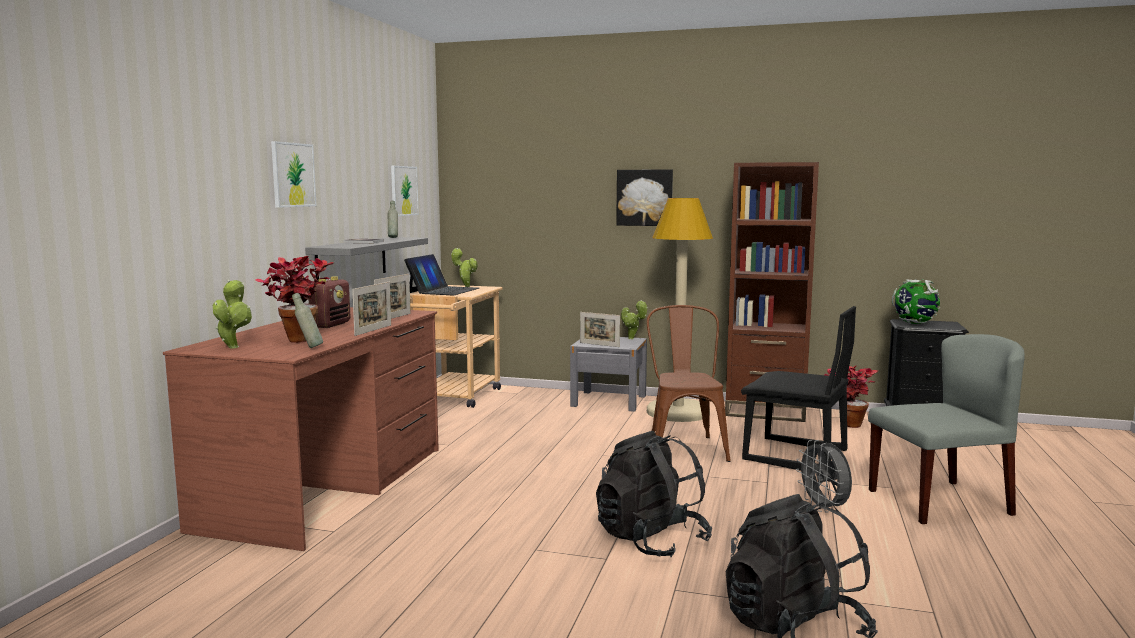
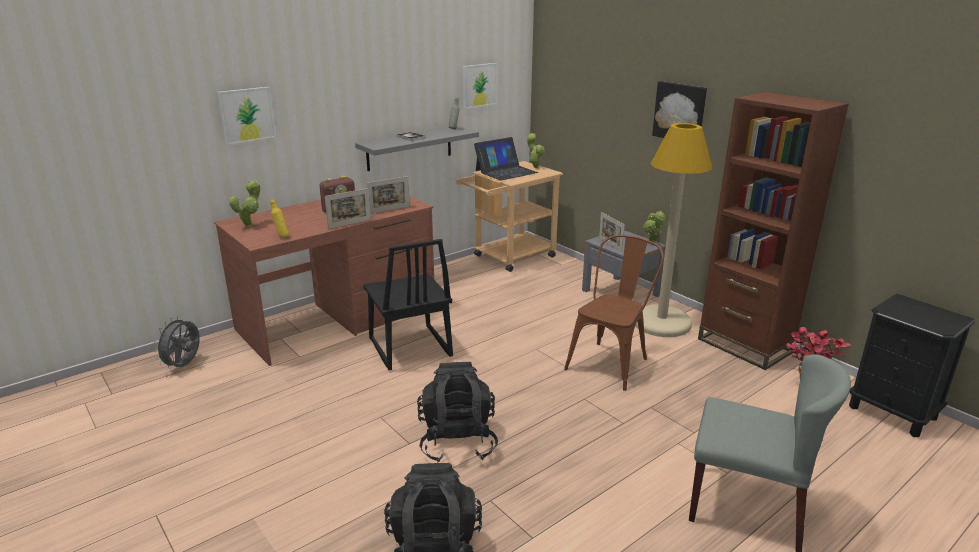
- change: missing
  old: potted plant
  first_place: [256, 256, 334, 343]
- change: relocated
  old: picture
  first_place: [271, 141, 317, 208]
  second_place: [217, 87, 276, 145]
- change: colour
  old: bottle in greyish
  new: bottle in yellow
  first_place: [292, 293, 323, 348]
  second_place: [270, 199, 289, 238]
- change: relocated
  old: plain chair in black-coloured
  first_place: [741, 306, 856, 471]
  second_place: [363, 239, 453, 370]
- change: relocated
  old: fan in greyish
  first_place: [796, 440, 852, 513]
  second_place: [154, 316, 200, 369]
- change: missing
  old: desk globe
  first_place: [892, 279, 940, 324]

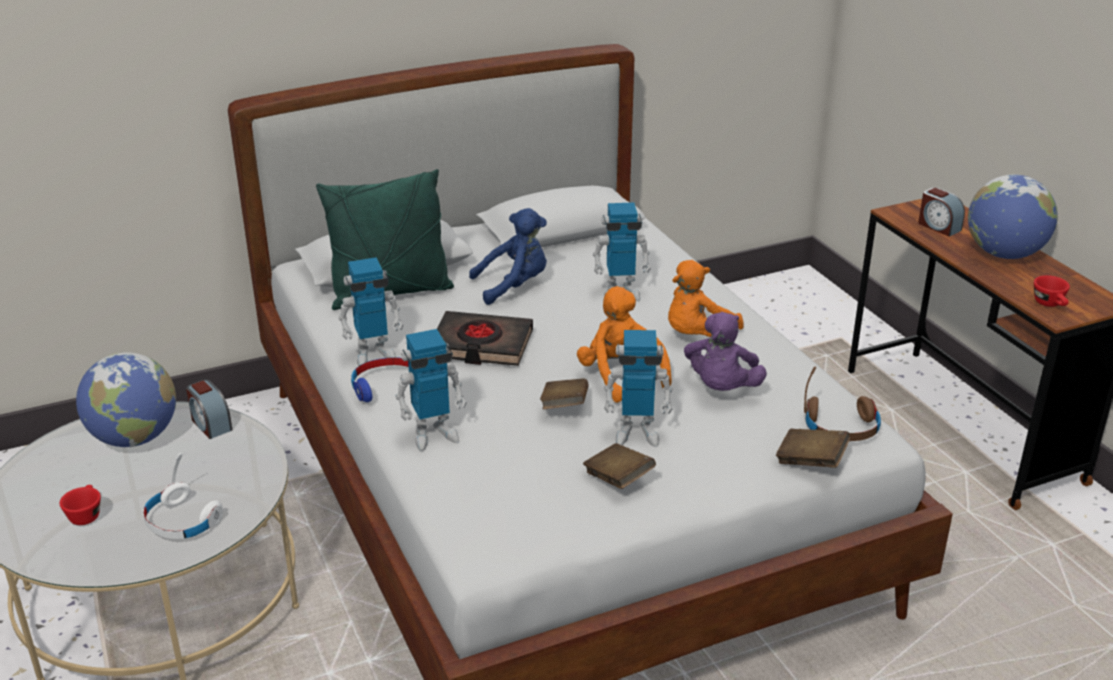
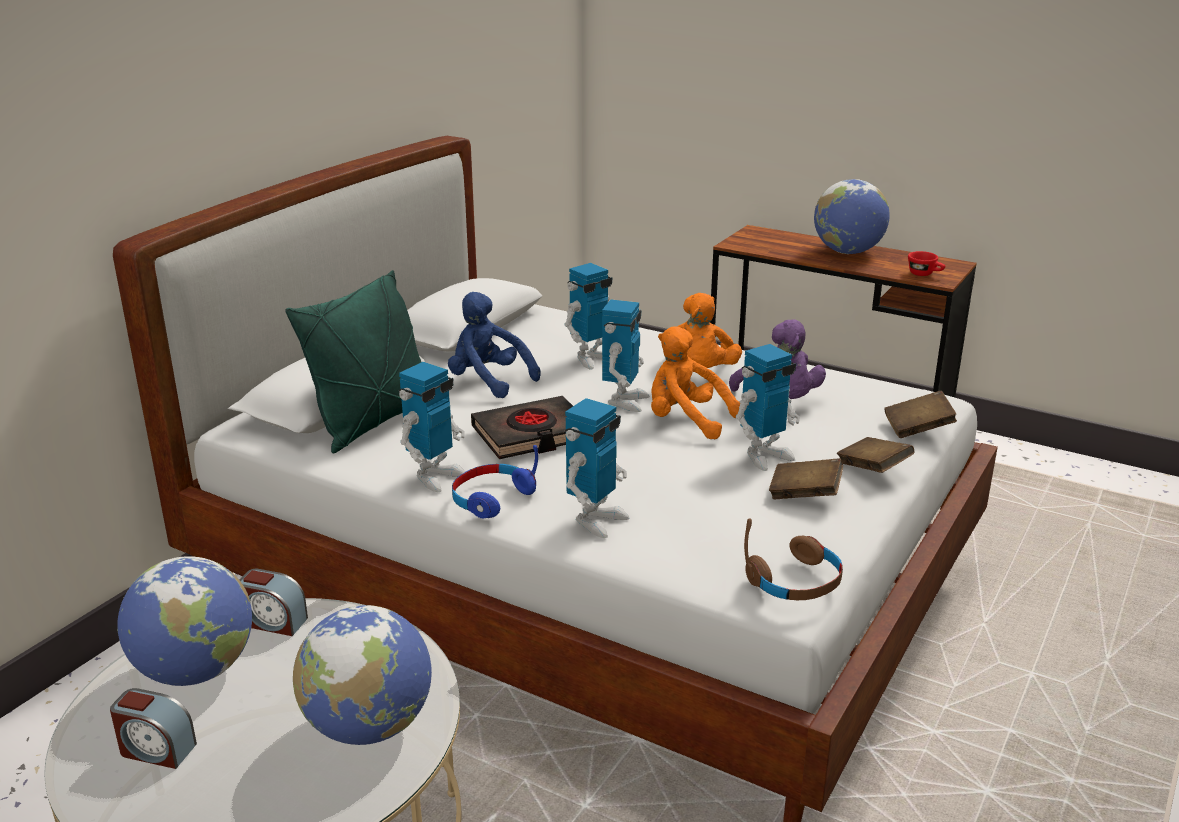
- change: missing
  old: small cup in red-coloured
  first_place: [60, 485, 101, 525]
- change: exchanged
  old: headset in white
  new: desk globe
  first_place: [143, 453, 223, 539]
  second_place: [293, 605, 432, 745]
- change: spun
  old: plush toy in blue-coloured
  first_place: [469, 208, 547, 305]
  second_place: [448, 292, 541, 398]
  degrees: -90
- change: relocated
  old: volume in brown-coloured
  first_place: [540, 378, 589, 409]
  second_place: [837, 437, 915, 473]
- change: relocated
  old: headset in brown-coloured
  first_place: [804, 367, 881, 441]
  second_place: [744, 519, 843, 600]
- change: relocated
  old: table clock
  first_place: [918, 188, 965, 236]
  second_place: [110, 688, 197, 769]
- change: appeared
  new: toy robot
  second_place: [602, 299, 650, 412]

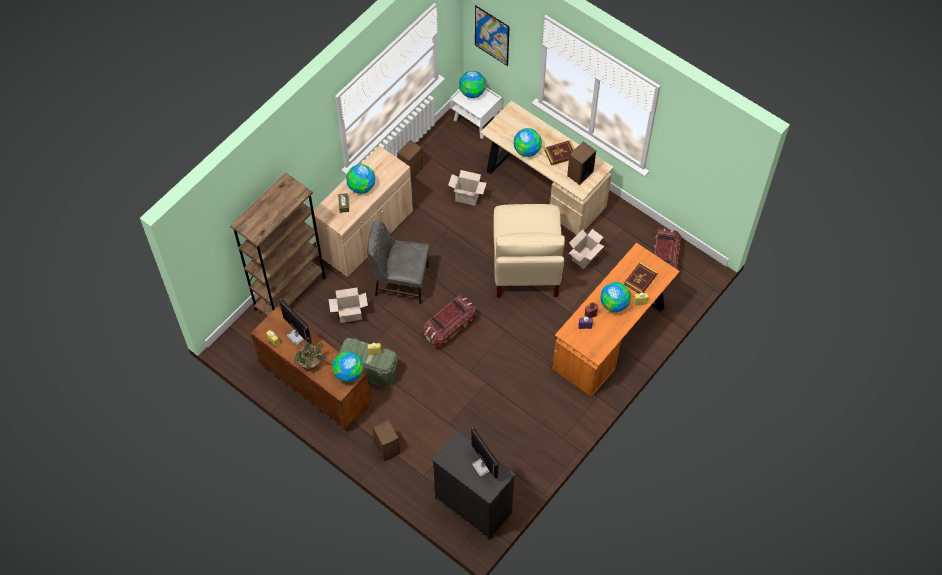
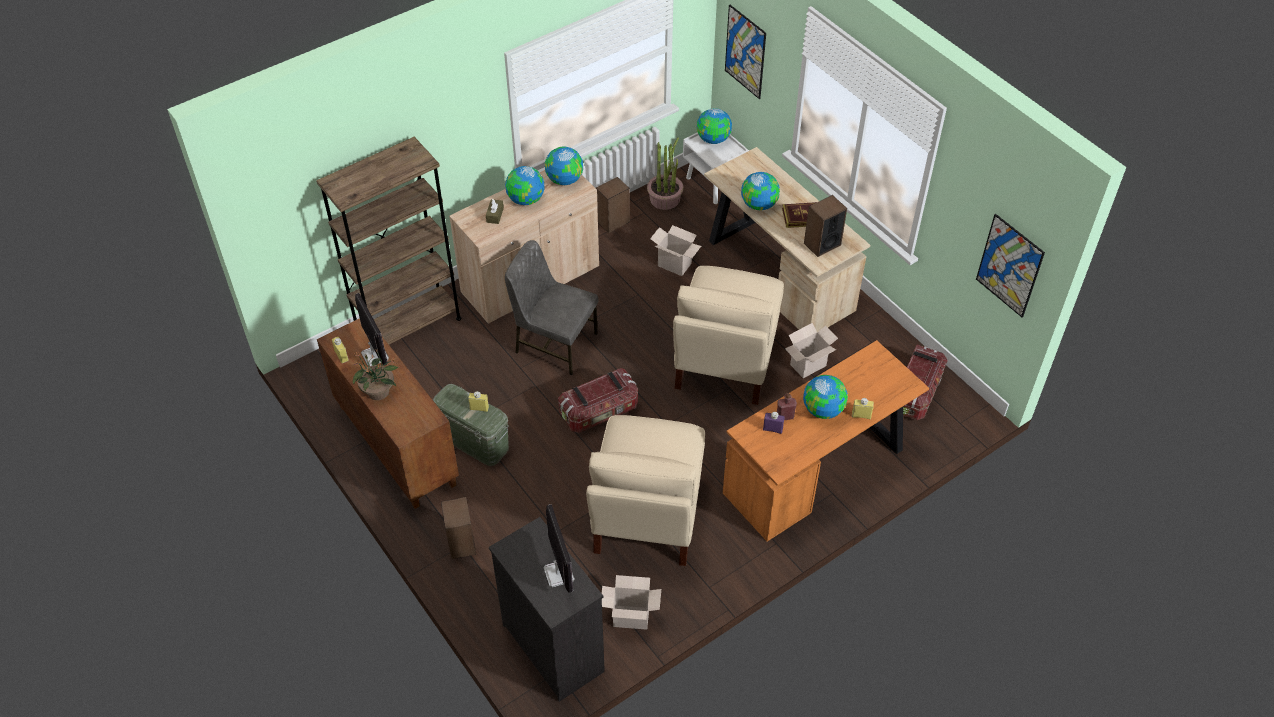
- change: relocated
  old: packing box
  first_place: [329, 288, 368, 323]
  second_place: [602, 575, 661, 630]
- change: relocated
  old: desk globe
  first_place: [332, 351, 363, 382]
  second_place: [545, 147, 583, 185]
- change: missing
  old: volume
  first_place: [624, 262, 658, 294]
- change: appeared
  new: plain chair in sand-coloured
  second_place: [586, 415, 705, 566]
- change: appeared
  new: potted plant
  second_place: [647, 137, 684, 210]
- change: appeared
  new: picture
  second_place: [976, 214, 1045, 317]

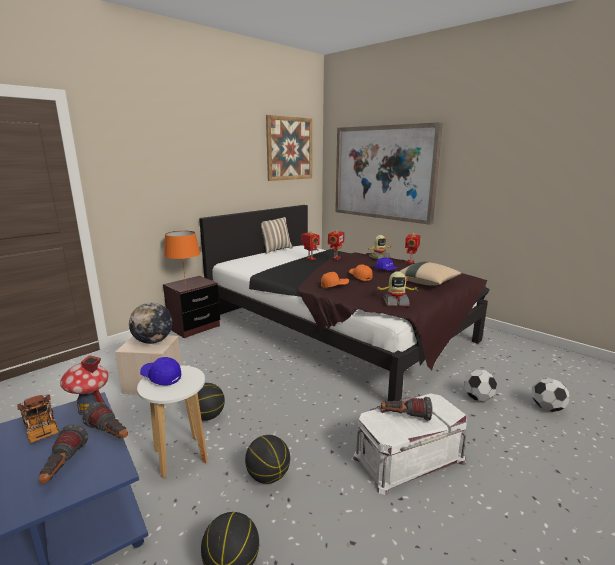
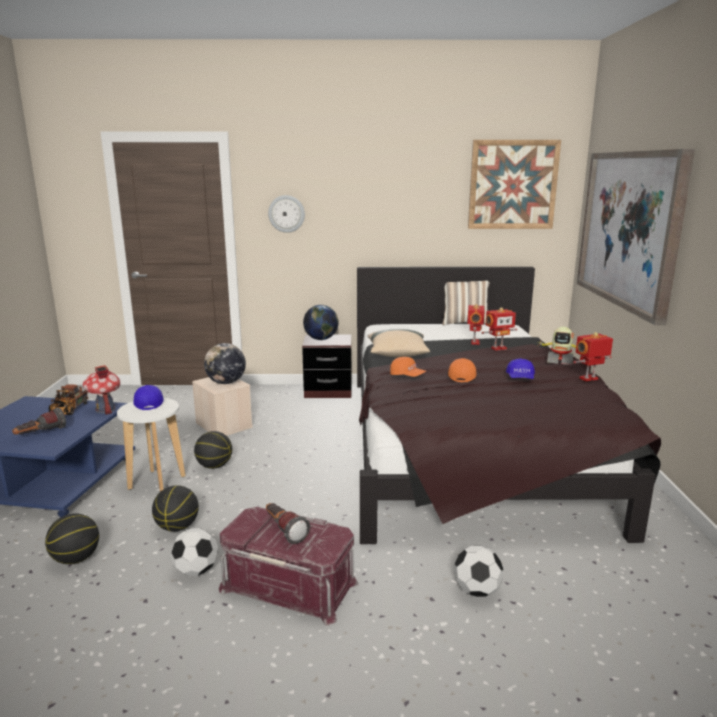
- change: missing
  old: torch
  first_place: [83, 402, 128, 438]
- change: exchanged
  old: lamp for a table in orange-coloured
  new: desk globe
  first_place: [164, 231, 200, 285]
  second_place: [303, 305, 338, 340]
- change: colour
  old: storage bin in white
  new: storage bin in red-coloured
  first_place: [353, 393, 467, 495]
  second_place: [219, 507, 359, 625]
- change: missing
  old: toy robot
  first_place: [375, 271, 418, 306]
- change: relocated
  old: cushion in sand-coloured
  first_place: [399, 262, 462, 286]
  second_place: [368, 329, 430, 357]
- change: relocated
  old: football ball
  first_place: [532, 378, 570, 412]
  second_place: [170, 528, 218, 576]
- change: appeared
  new: hanging clock
  second_place: [268, 195, 305, 233]

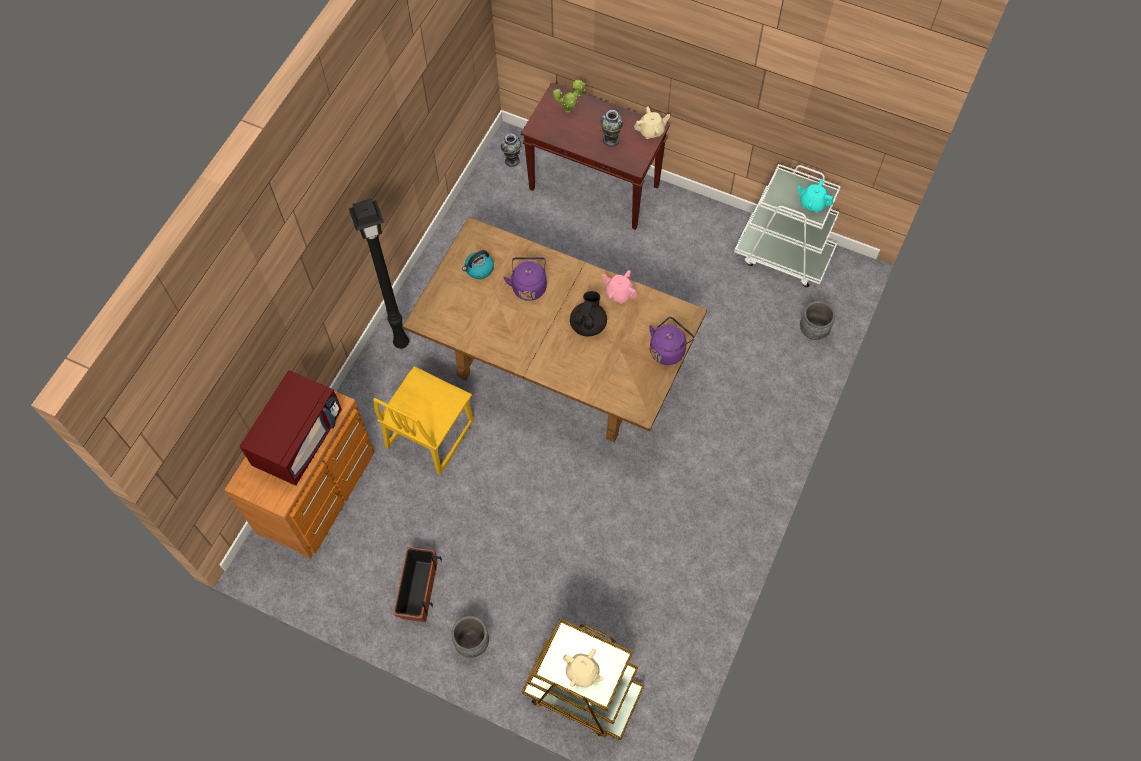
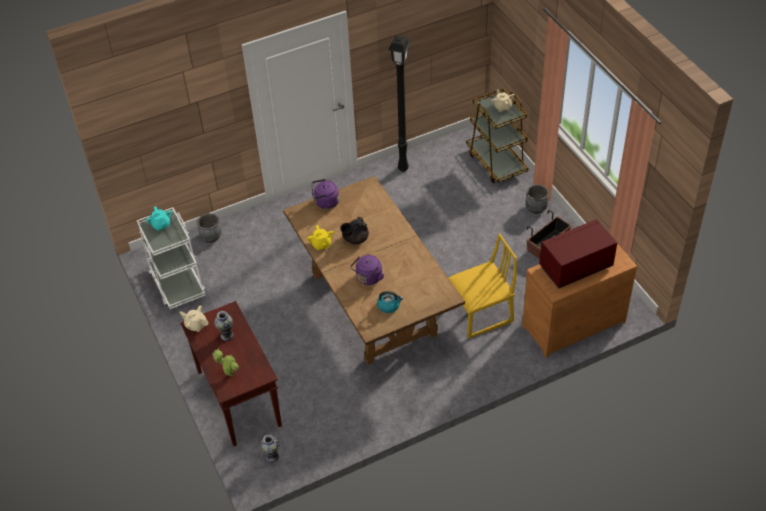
- change: relocated
  old: floor lamp in black-coloured
  first_place: [349, 198, 409, 349]
  second_place: [389, 36, 411, 172]
- change: colour
  old: pot for tea in pink-coloured
  new: pot for tea in yellow
  first_place: [602, 270, 637, 303]
  second_place: [307, 225, 334, 250]

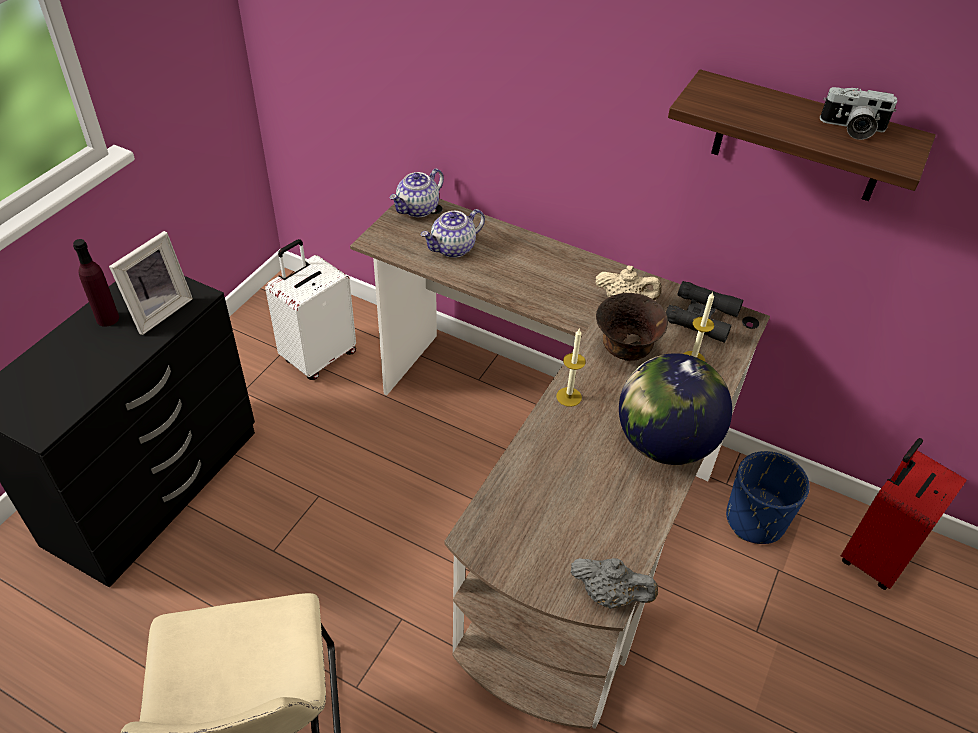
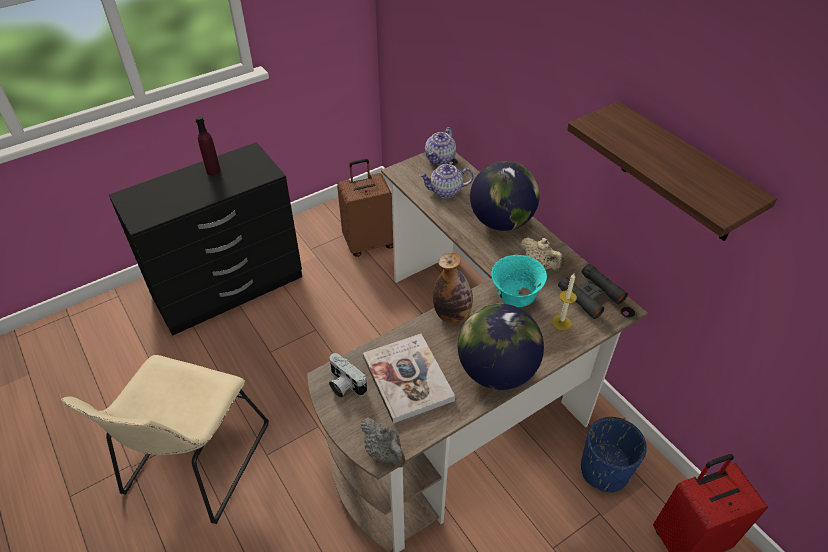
- change: missing
  old: picture frame
  first_place: [109, 231, 193, 335]
- change: colour
  old: piece of luggage in white
  new: piece of luggage in brown-coloured
  first_place: [265, 239, 356, 380]
  second_place: [337, 159, 393, 257]
- change: spun
  old: pot for tea
  first_place: [390, 168, 444, 217]
  second_place: [425, 127, 456, 165]
  degrees: -45
- change: exchanged
  old: candle
  new: bottle
  first_place: [556, 329, 586, 407]
  second_place: [433, 253, 473, 323]
- change: colour
  old: deep dish in brown-coloured
  new: deep dish in blue-green
  first_place: [596, 293, 668, 361]
  second_place: [492, 255, 547, 307]
- change: relocated
  old: still camera
  first_place: [820, 87, 897, 140]
  second_place: [329, 353, 367, 398]
- change: appeared
  new: volume
  second_place: [363, 334, 455, 423]
- change: appeared
  new: desk globe
  second_place: [470, 161, 540, 231]

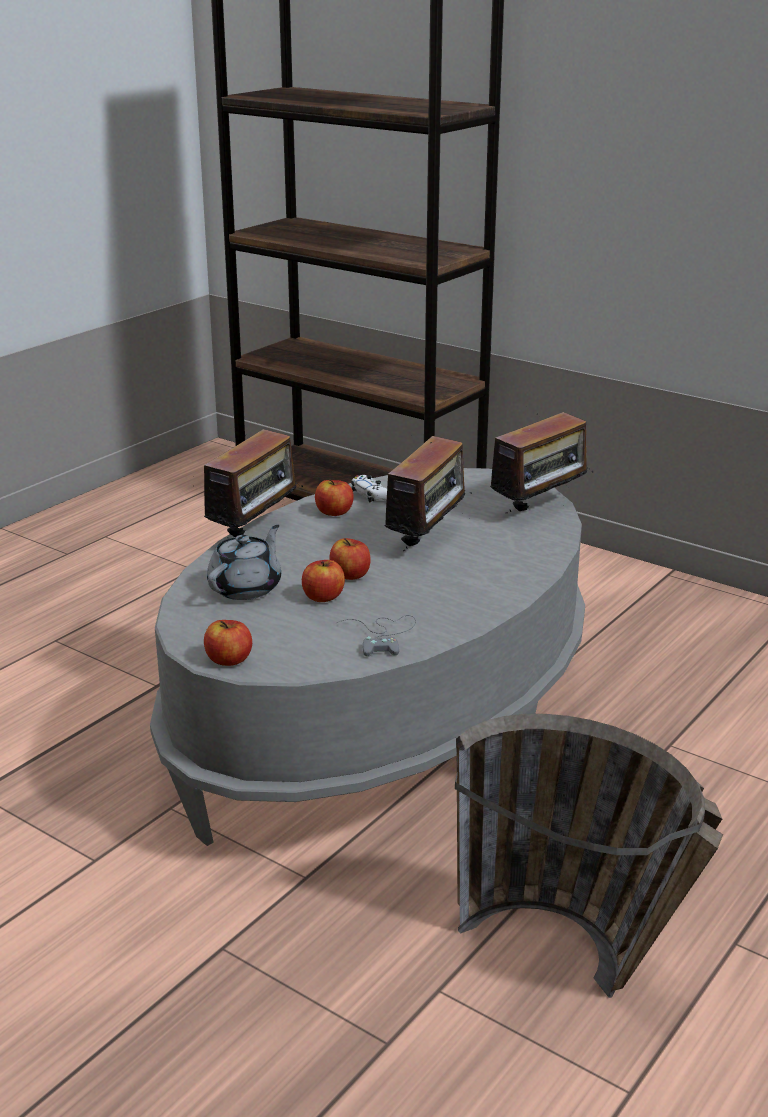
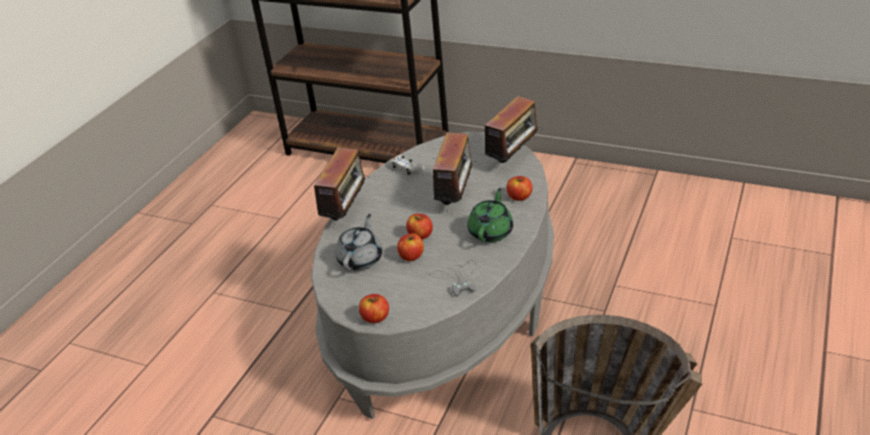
- change: relocated
  old: apple fruit
  first_place: [315, 479, 354, 516]
  second_place: [507, 176, 532, 201]
- change: appeared
  new: pot for tea in green-coloured
  second_place: [467, 188, 513, 242]

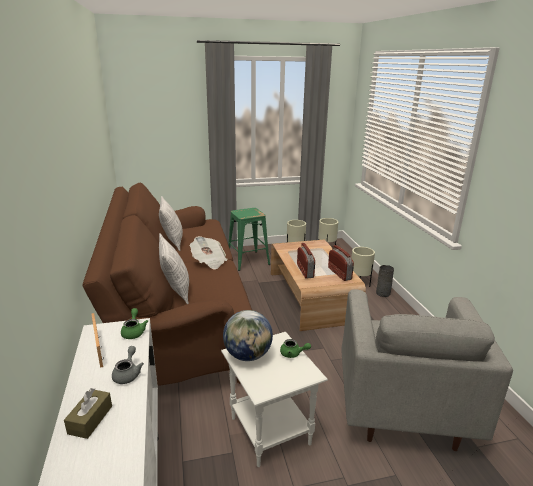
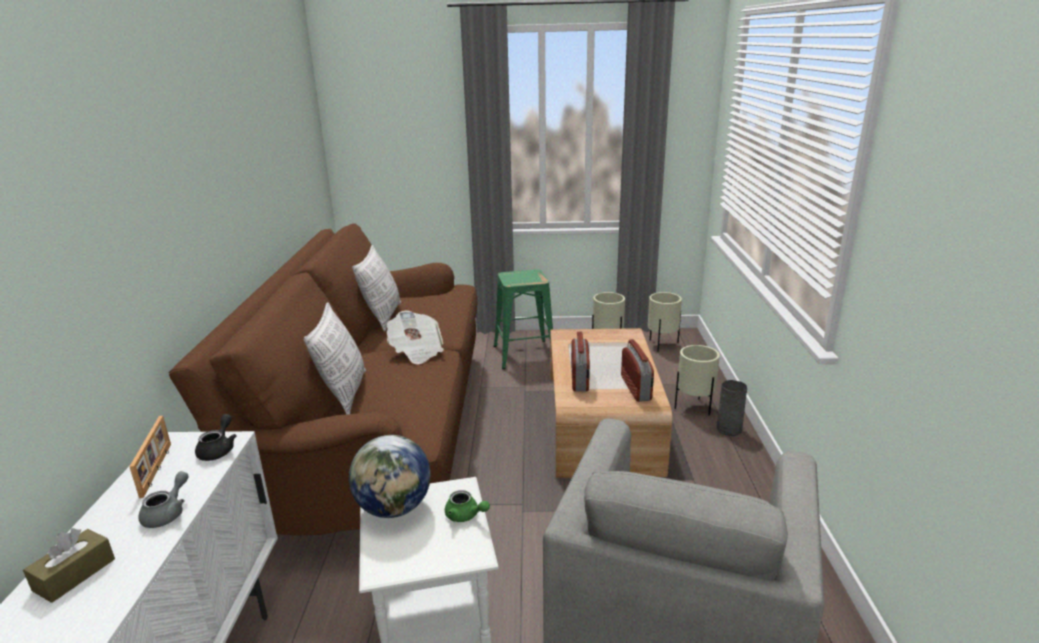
- change: colour
  old: pot for tea in green-coloured
  new: pot for tea in black-coloured
  first_place: [121, 308, 148, 339]
  second_place: [195, 414, 237, 461]

